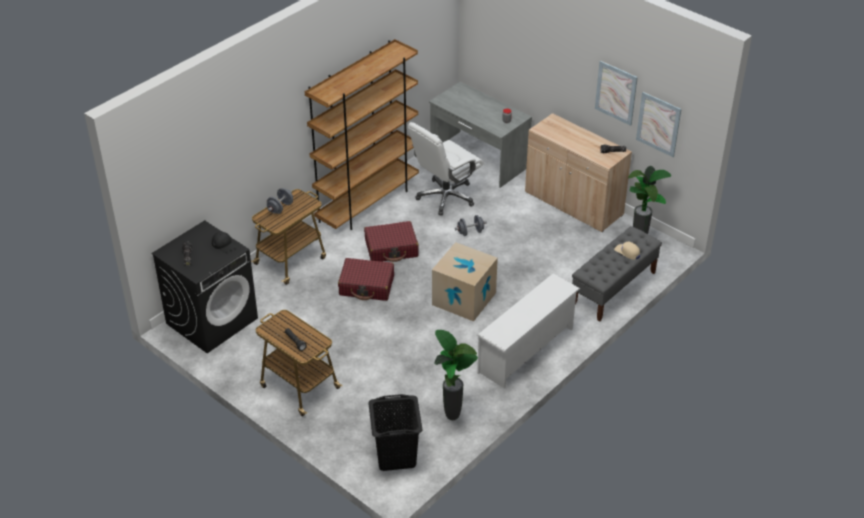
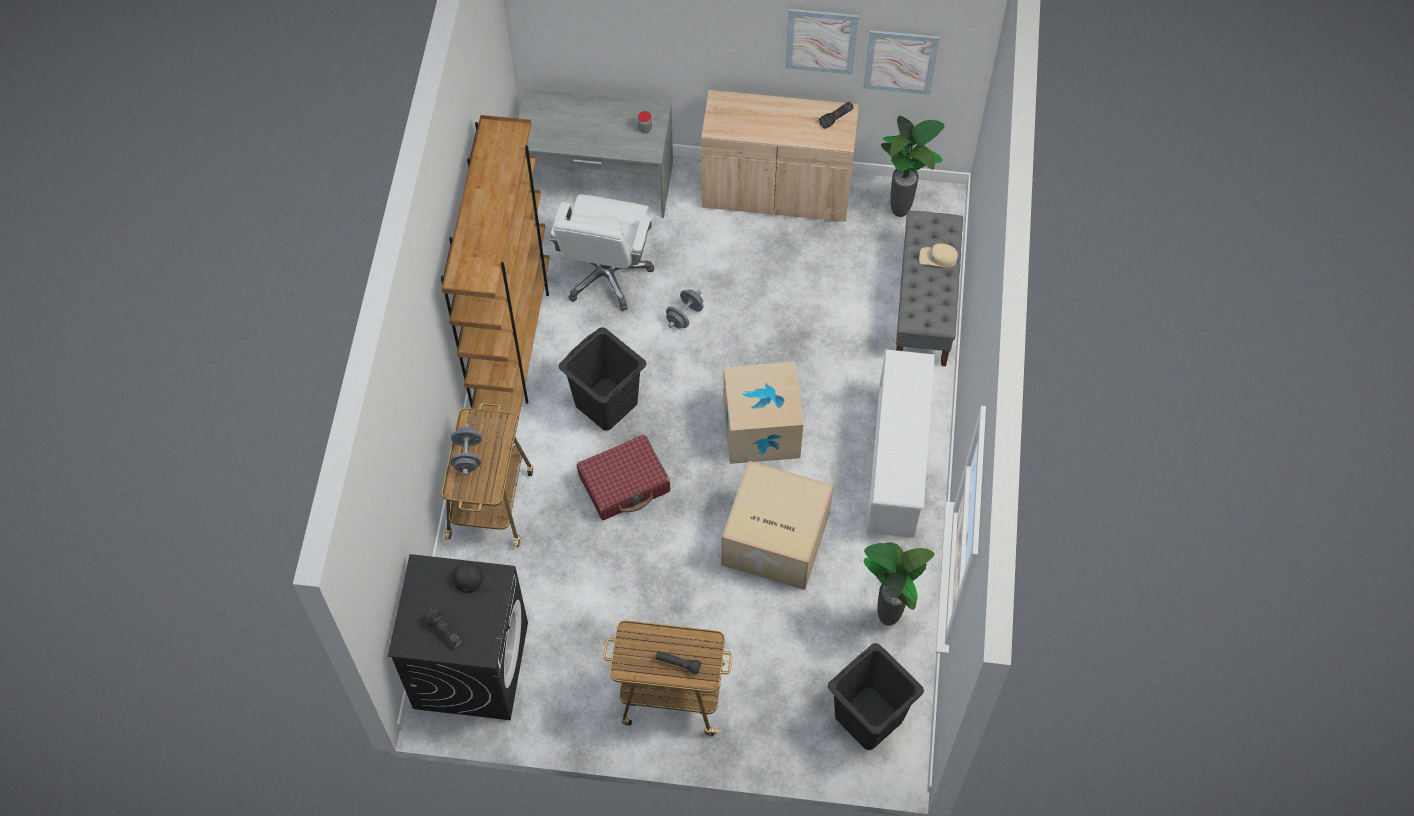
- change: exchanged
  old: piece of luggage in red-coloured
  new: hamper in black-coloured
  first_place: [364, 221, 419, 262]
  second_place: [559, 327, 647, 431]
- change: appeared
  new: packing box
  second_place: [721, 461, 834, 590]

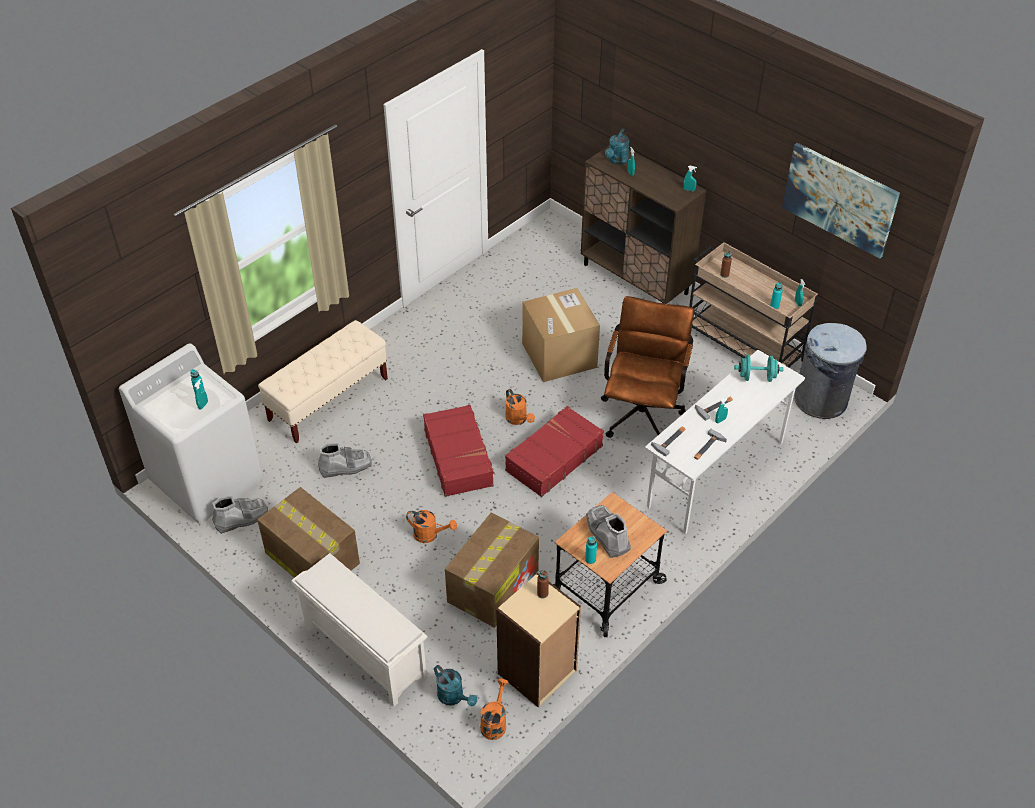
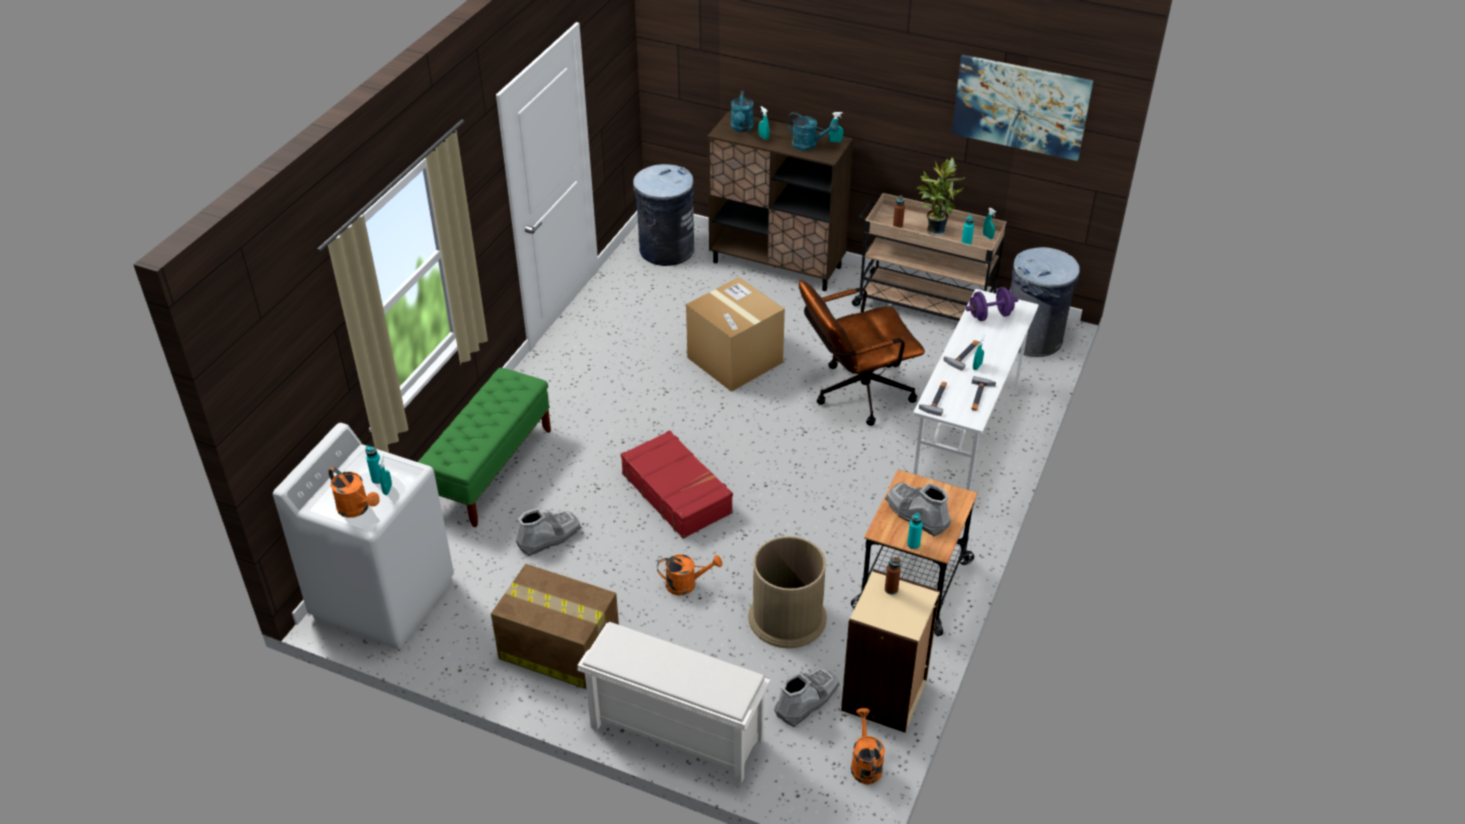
- change: relocated
  old: boot in greyish
  first_place: [212, 495, 268, 534]
  second_place: [774, 668, 840, 727]
- change: colour
  old: indoor bench in sand-coloured
  new: indoor bench in green-coloured
  first_place: [258, 320, 388, 444]
  second_place: [418, 368, 551, 527]
- change: relocated
  old: watering can in blue-green
  first_place: [434, 665, 477, 706]
  second_place: [787, 112, 839, 151]
- change: exchanged
  old: packing box
  new: waste bin in brown-coloured
  first_place: [445, 513, 539, 628]
  second_place: [748, 536, 827, 648]
- change: relocated
  old: watering can in orange-coloured
  first_place: [505, 389, 535, 425]
  second_place: [328, 467, 380, 518]
- change: missing
  old: piece of luggage in red-coloured
  first_place: [505, 406, 604, 497]
- change: spun
  old: desk chair in brown-coloured
  first_place: [601, 296, 694, 438]
  second_place: [799, 280, 925, 426]
  degrees: -105
- change: colour
  old: dumbbell in blue-green
  new: dumbbell in purplish
  first_place: [734, 355, 784, 382]
  second_place: [966, 287, 1018, 321]
- change: appeared
  new: waste bin in greyish
  second_place: [633, 164, 694, 266]
- change: appeared
  new: potted plant
  second_place: [917, 158, 965, 236]

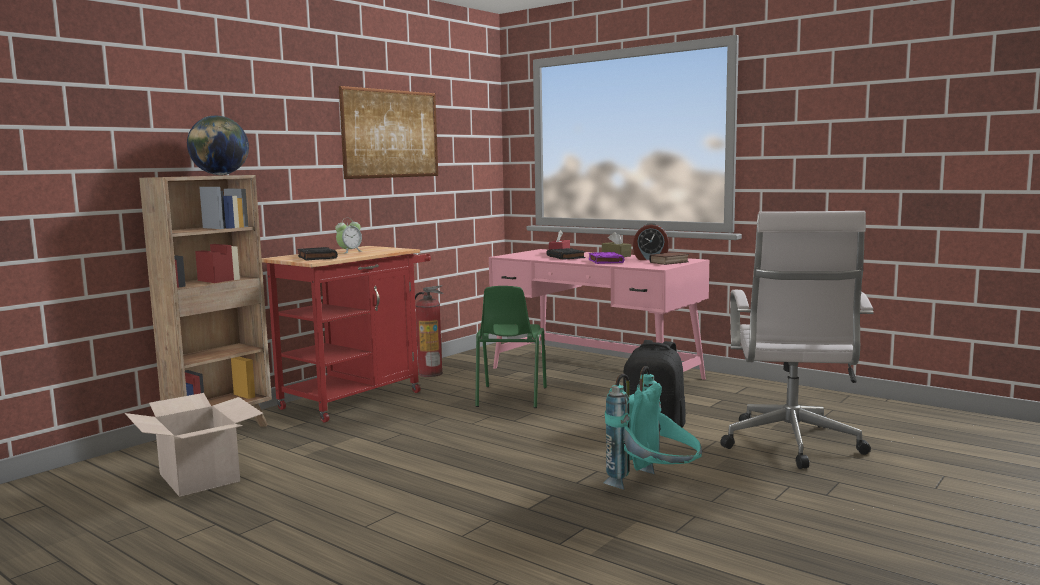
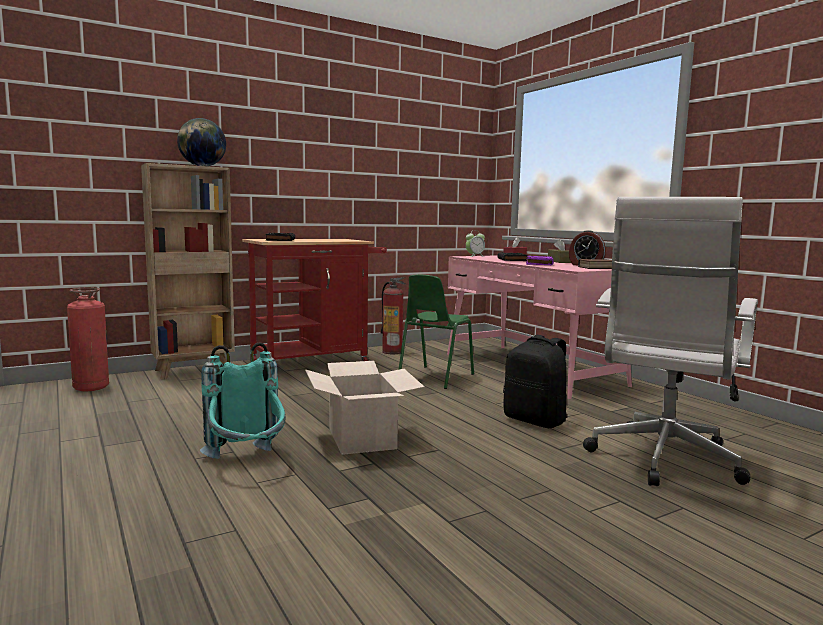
- change: relocated
  old: packing box
  first_place: [125, 393, 263, 497]
  second_place: [305, 361, 425, 455]
- change: relocated
  old: table clock
  first_place: [335, 218, 362, 253]
  second_place: [466, 230, 485, 257]
- change: missing
  old: picture
  first_place: [339, 86, 438, 179]
- change: relocated
  old: rucksack in blue-green
  first_place: [604, 366, 702, 490]
  second_place: [200, 342, 286, 459]
- change: appeared
  new: fire-fighting cylinder
  second_place: [67, 288, 109, 391]

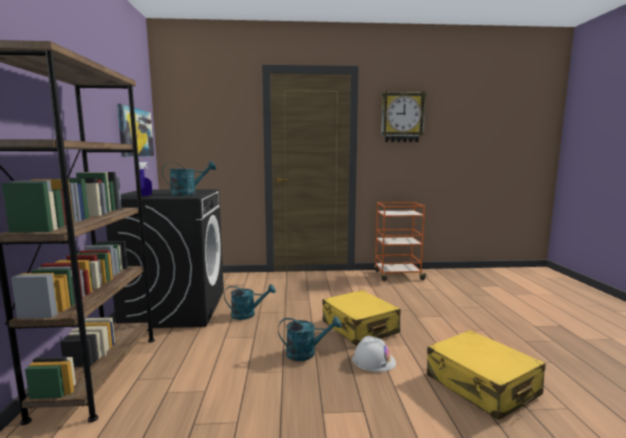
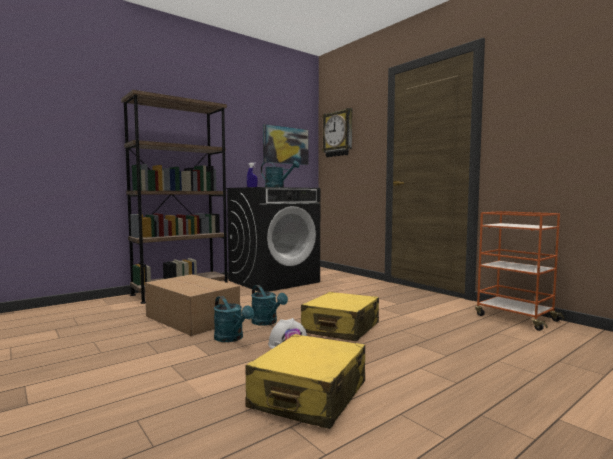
- change: relocated
  old: watering can in blue-green
  first_place: [224, 284, 276, 320]
  second_place: [214, 296, 254, 342]
- change: relocated
  old: hanging clock
  first_place: [381, 91, 427, 142]
  second_place: [322, 108, 352, 157]
- change: appeared
  new: packing box
  second_place: [145, 274, 240, 336]

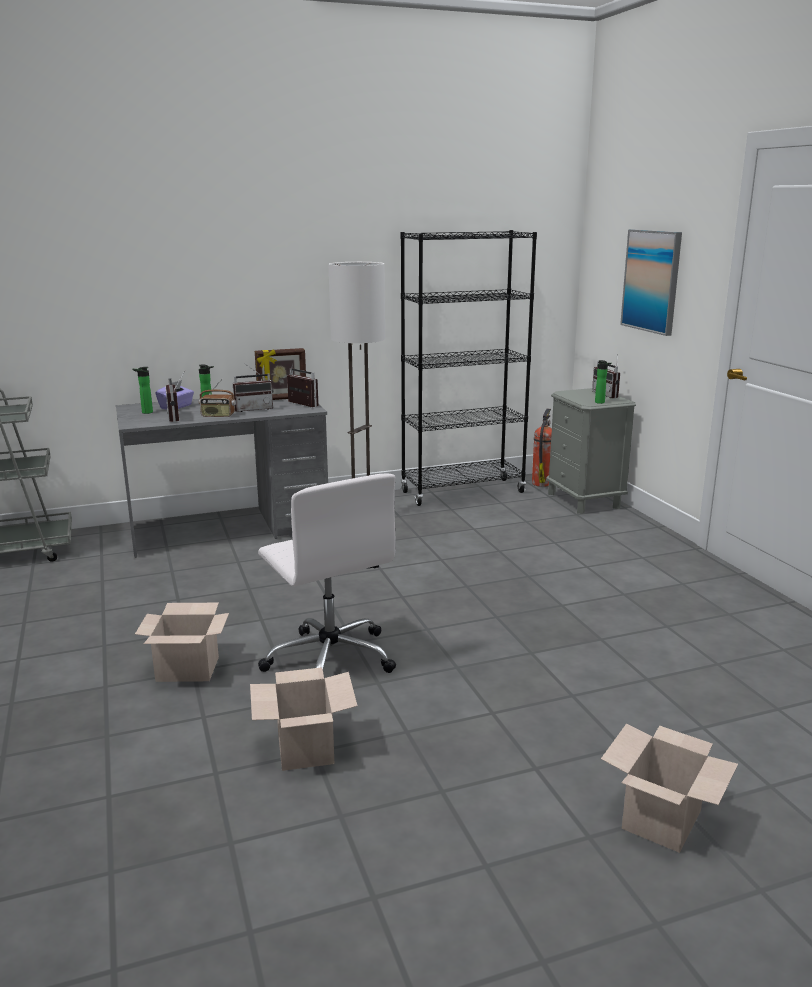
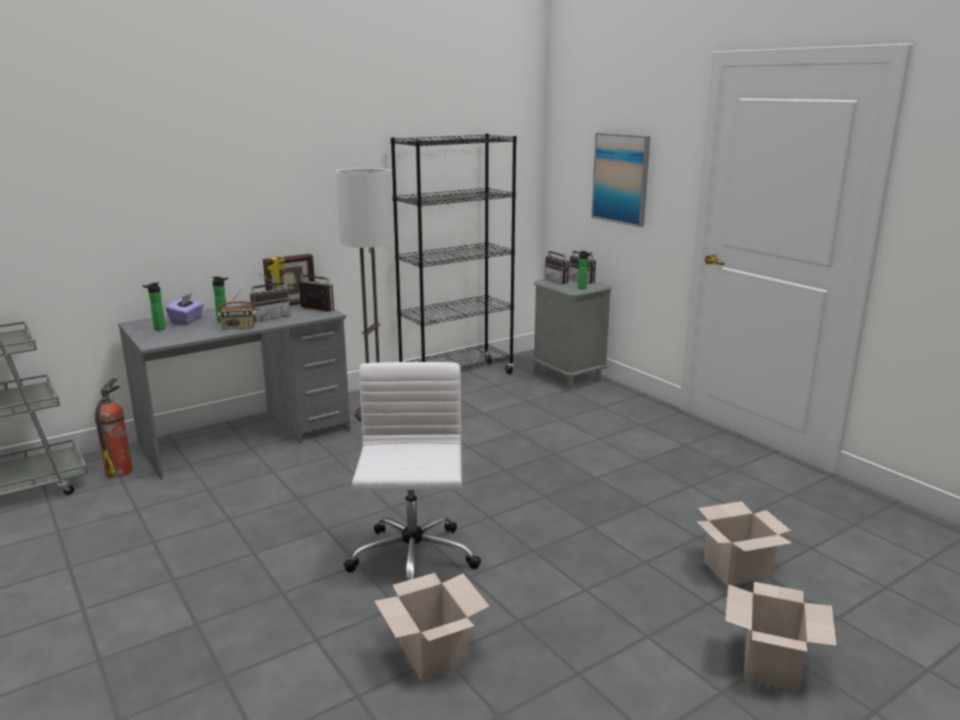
- change: relocated
  old: packing box
  first_place: [135, 603, 229, 682]
  second_place: [696, 501, 792, 586]
- change: relocated
  old: radio receiver
  first_place: [165, 370, 186, 422]
  second_place: [545, 245, 569, 284]
- change: spun
  old: desk chair in white
  first_place: [258, 473, 396, 673]
  second_place: [343, 362, 481, 581]
  degrees: -135
- change: relocated
  old: fire-fighting cylinder
  first_place: [532, 409, 552, 487]
  second_place: [94, 378, 133, 478]

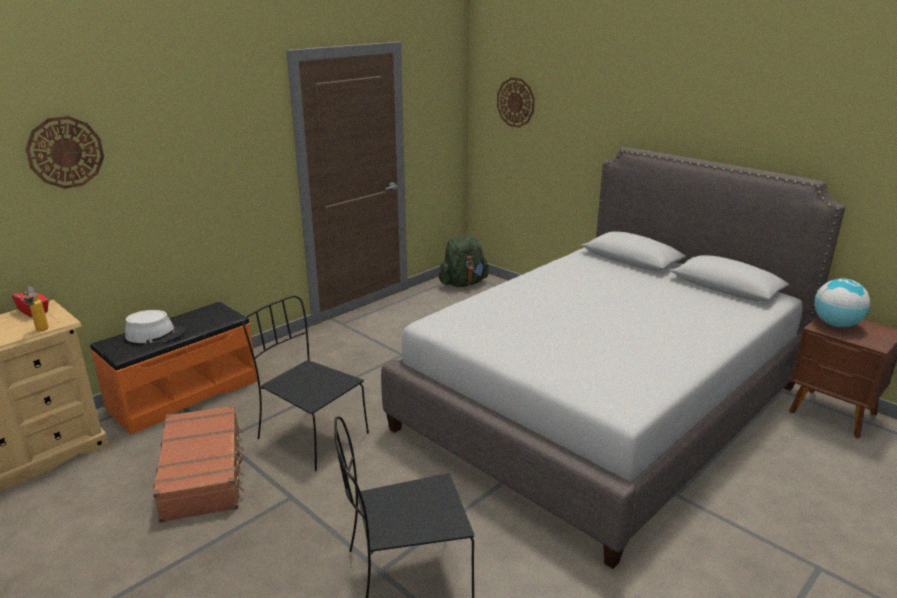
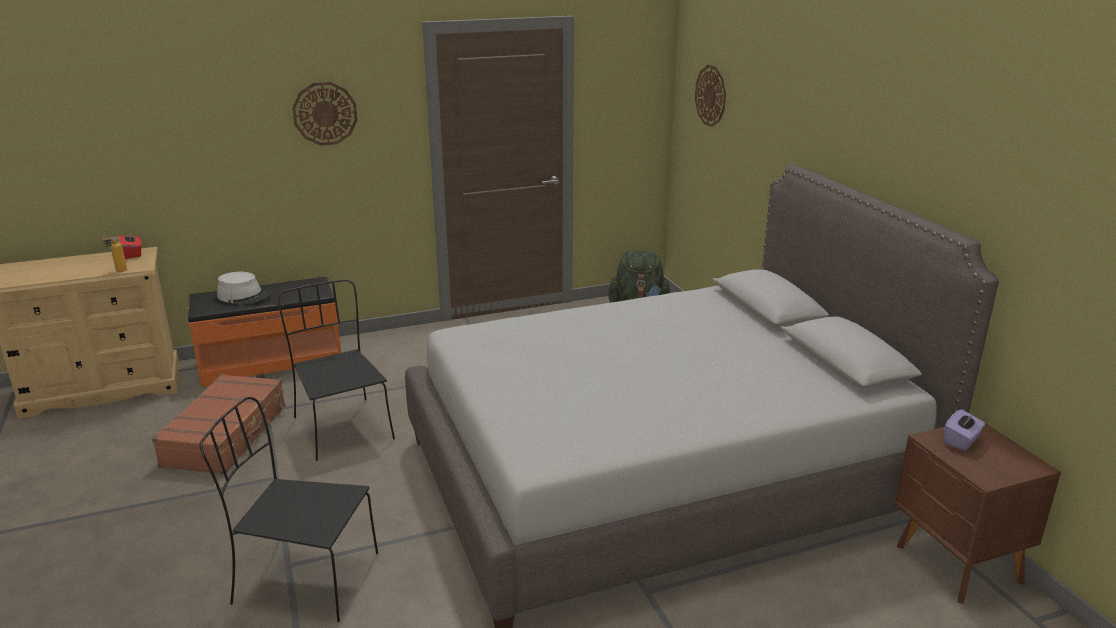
- change: relocated
  old: hanging clock
  first_place: [25, 116, 104, 189]
  second_place: [292, 82, 358, 146]
- change: exchanged
  old: desk globe
  new: box of tissues in purplish
  first_place: [814, 278, 870, 327]
  second_place: [944, 409, 985, 451]

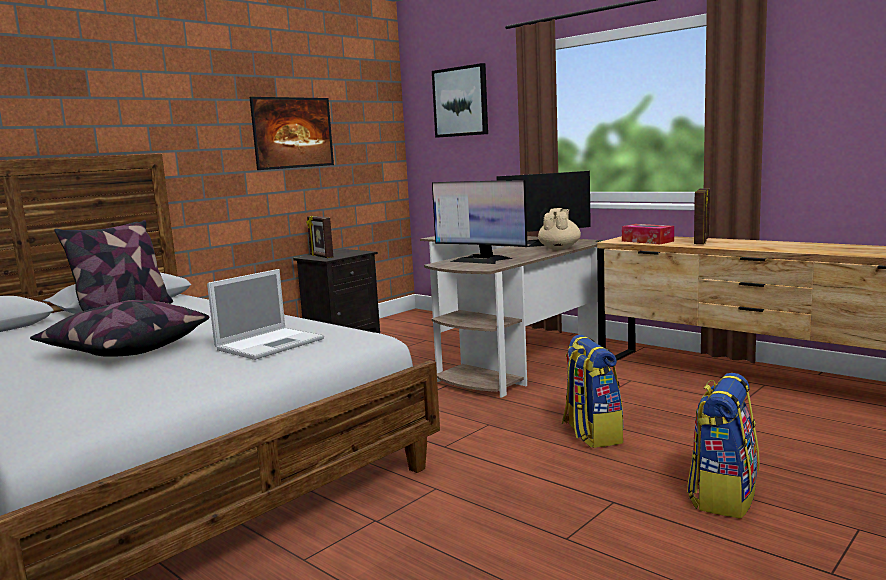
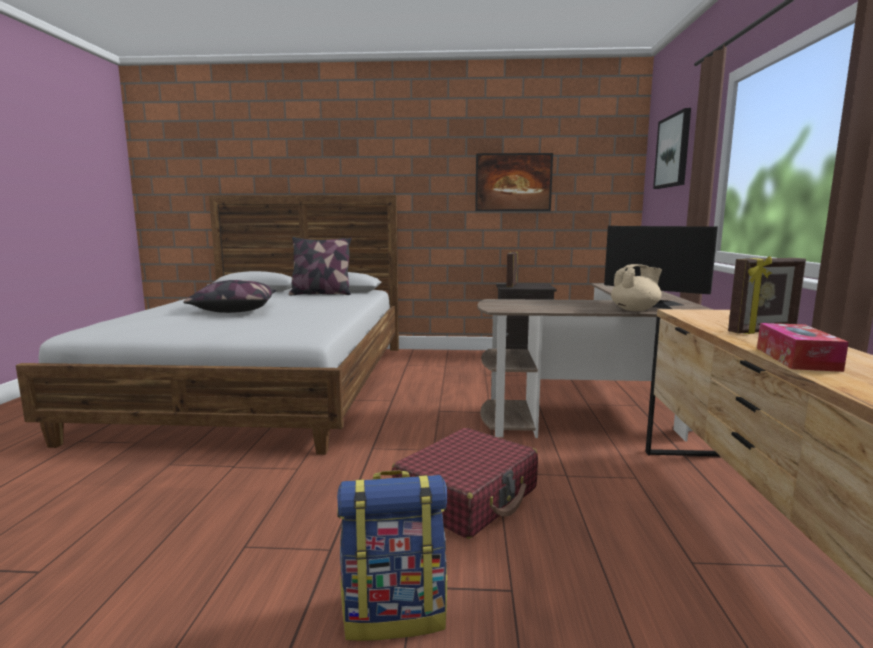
- change: missing
  old: portable computer
  first_place: [207, 269, 324, 360]
- change: missing
  old: monitor
  first_place: [432, 180, 527, 264]
- change: exchanged
  old: rucksack
  new: piece of luggage in red-coloured
  first_place: [562, 335, 623, 448]
  second_place: [392, 428, 538, 539]
- change: relocated
  old: box of tissues
  first_place: [622, 224, 674, 244]
  second_place: [757, 323, 849, 372]

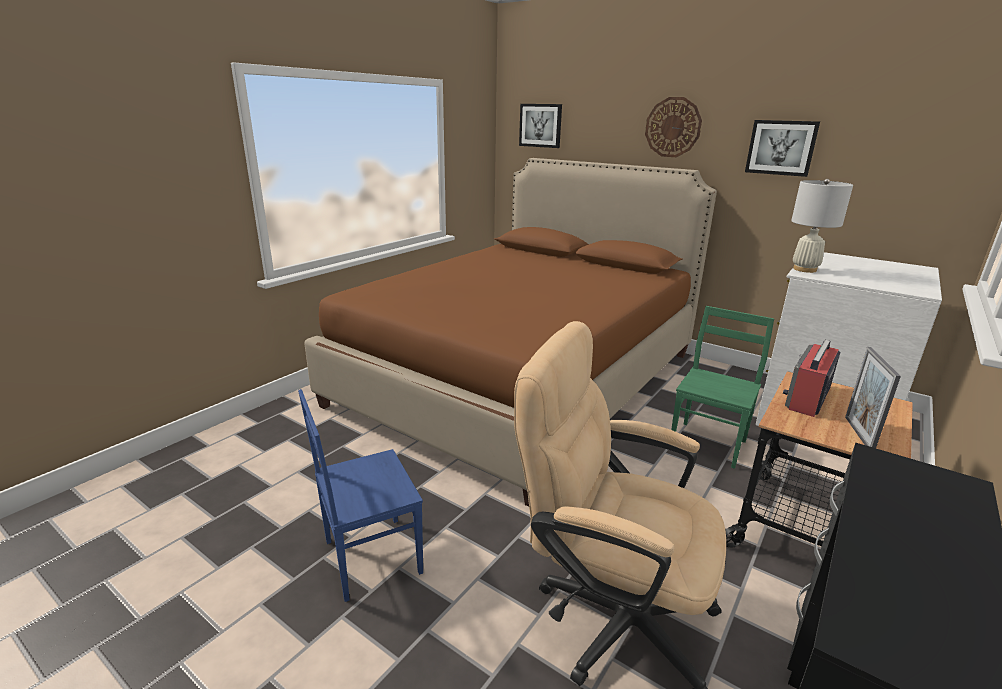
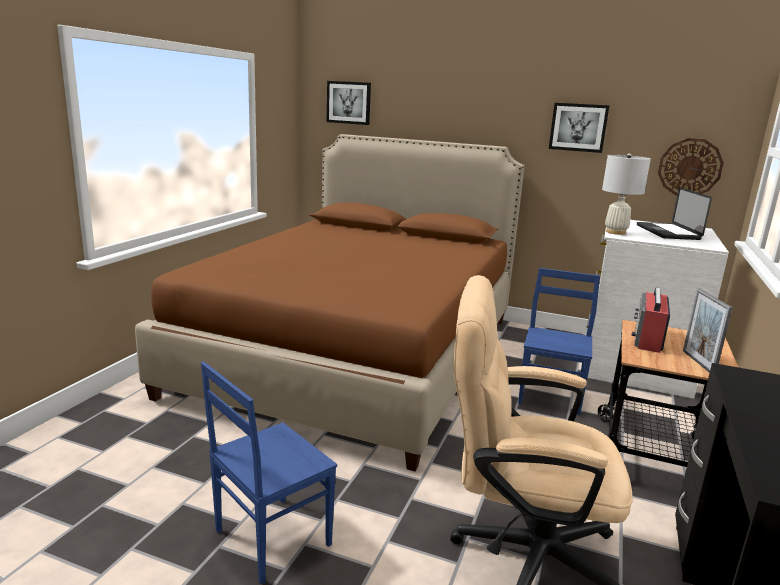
- change: relocated
  old: hanging clock
  first_place: [645, 97, 702, 157]
  second_place: [658, 138, 724, 196]
- change: colour
  old: plain chair in green-coloured
  new: plain chair in blue-coloured
  first_place: [671, 306, 774, 469]
  second_place: [518, 268, 600, 415]
- change: appeared
  new: portable computer
  second_place: [637, 187, 712, 240]

